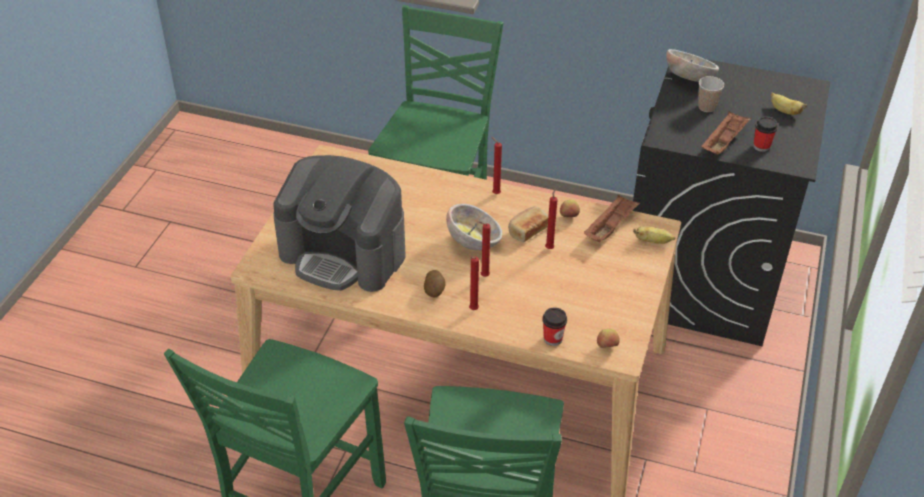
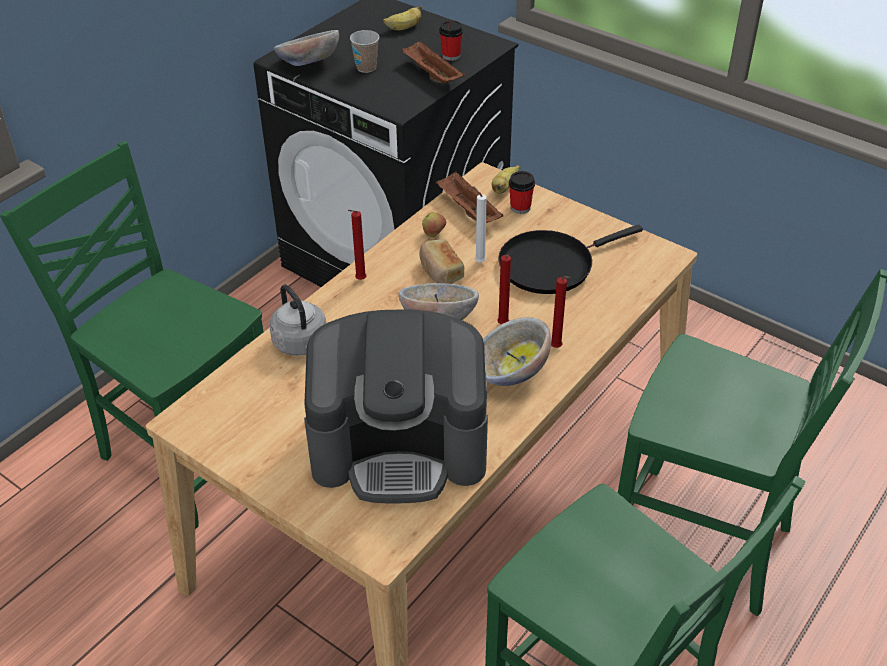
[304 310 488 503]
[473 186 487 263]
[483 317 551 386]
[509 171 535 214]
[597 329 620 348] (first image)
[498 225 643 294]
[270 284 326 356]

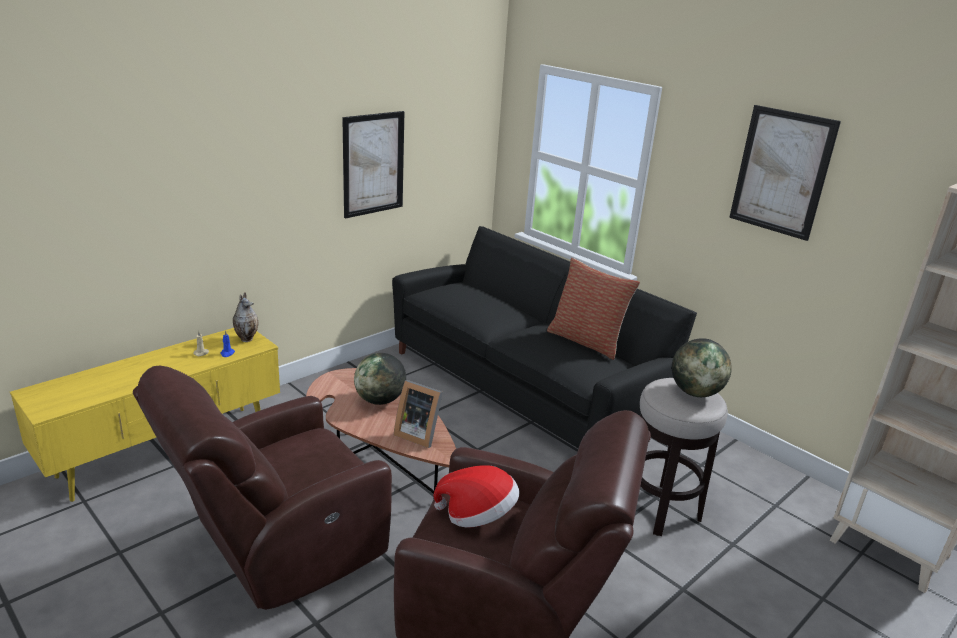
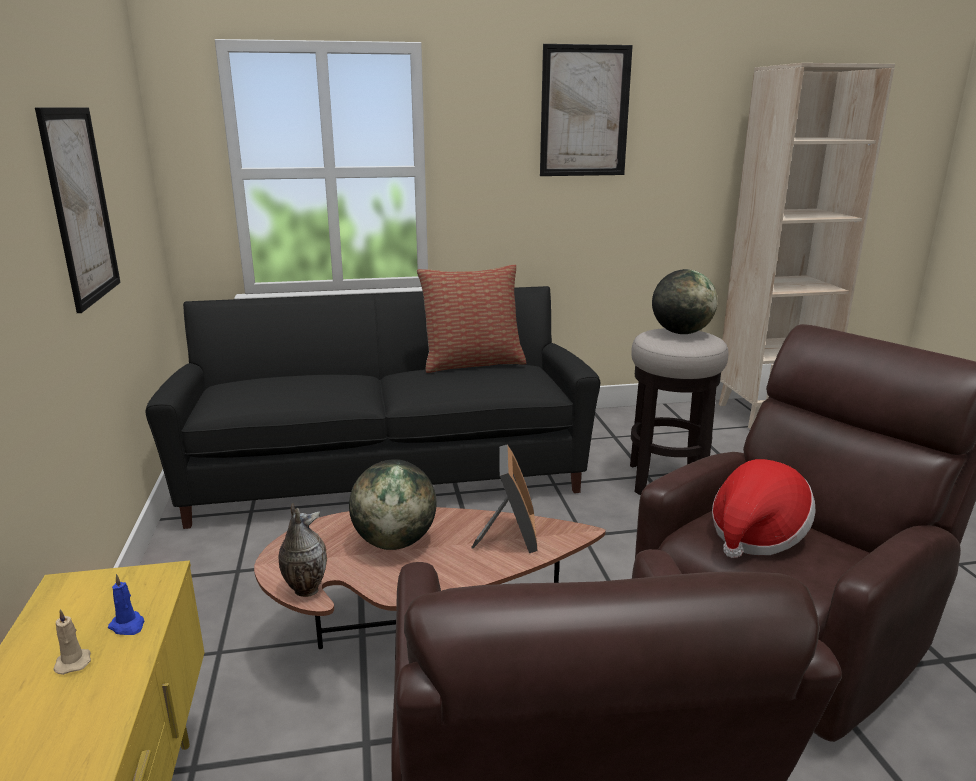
[279 503 327 597]
[471 444 538 553]

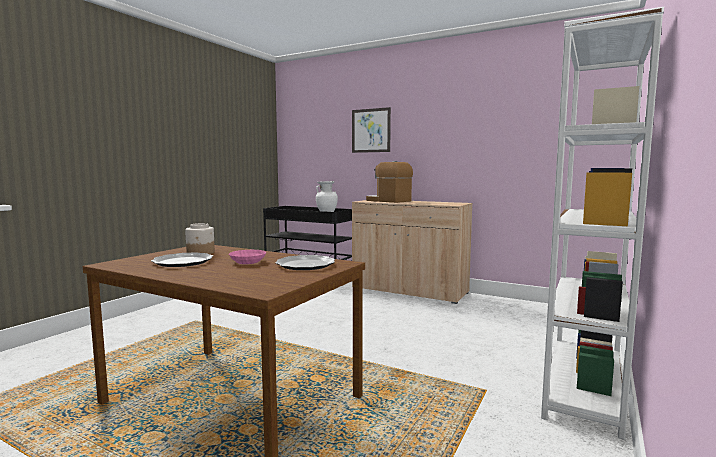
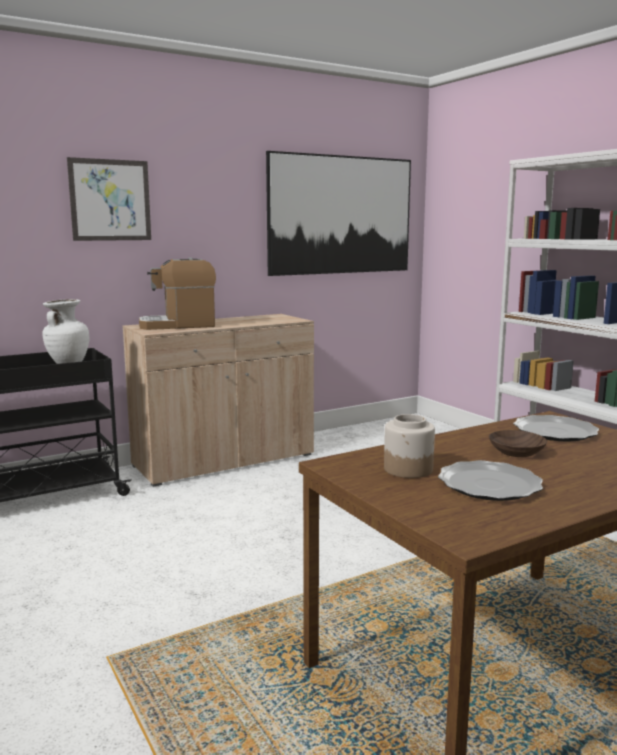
[489 430 547 457]
[266 151 411 276]

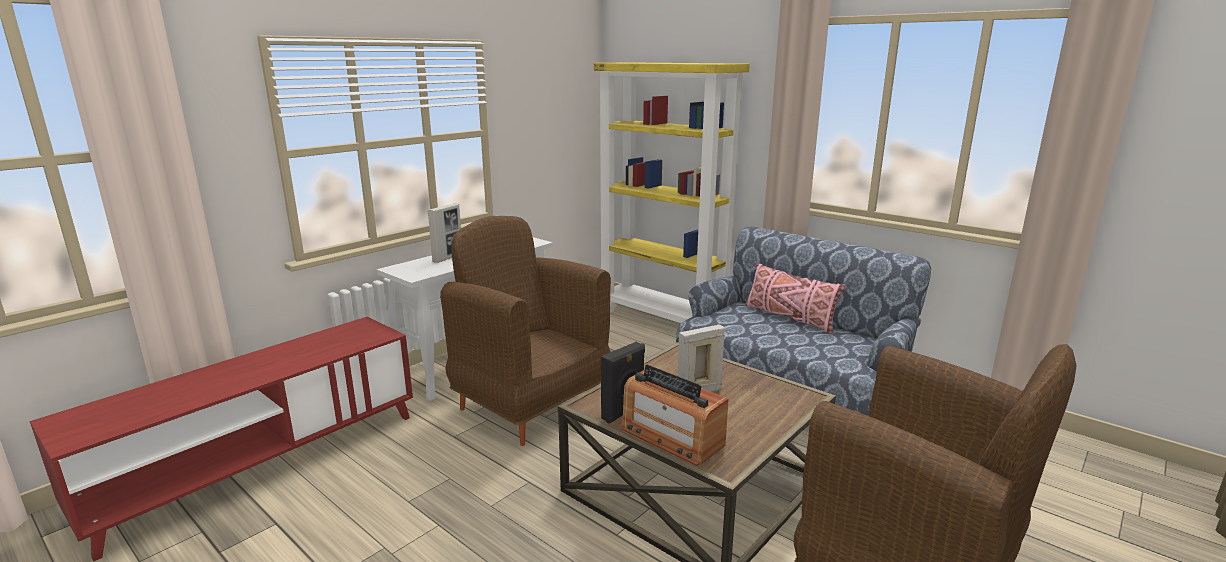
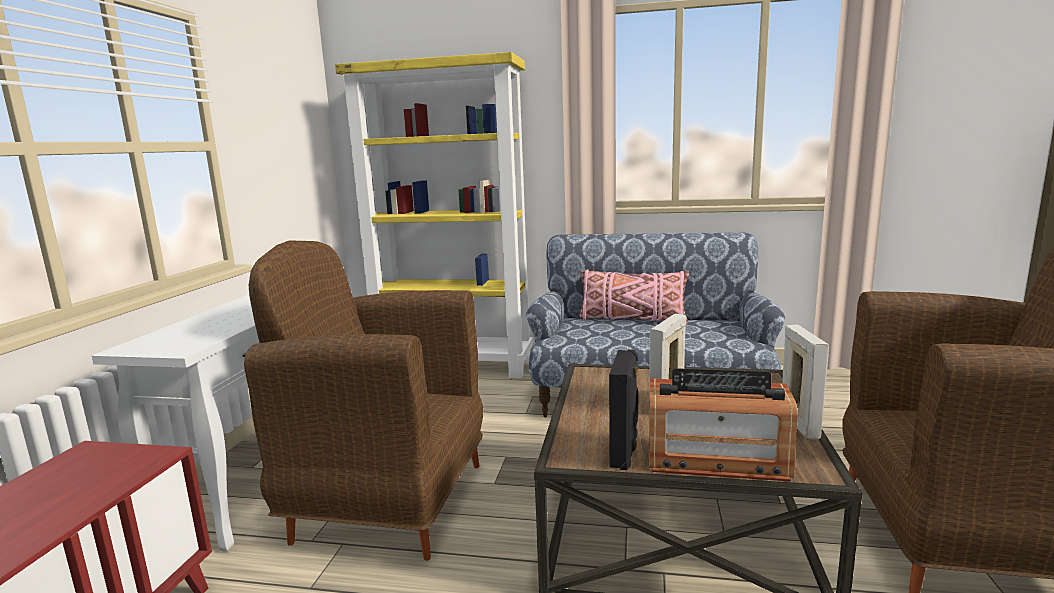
[782 325 829 440]

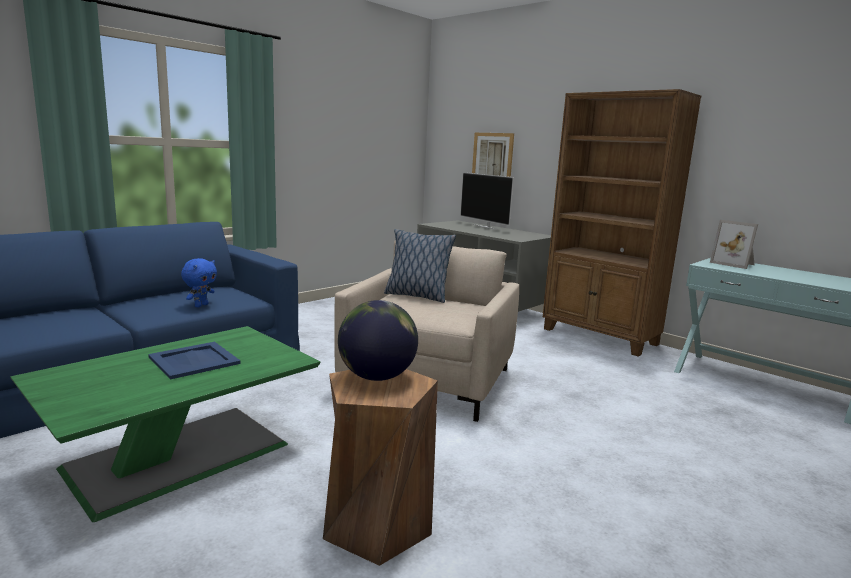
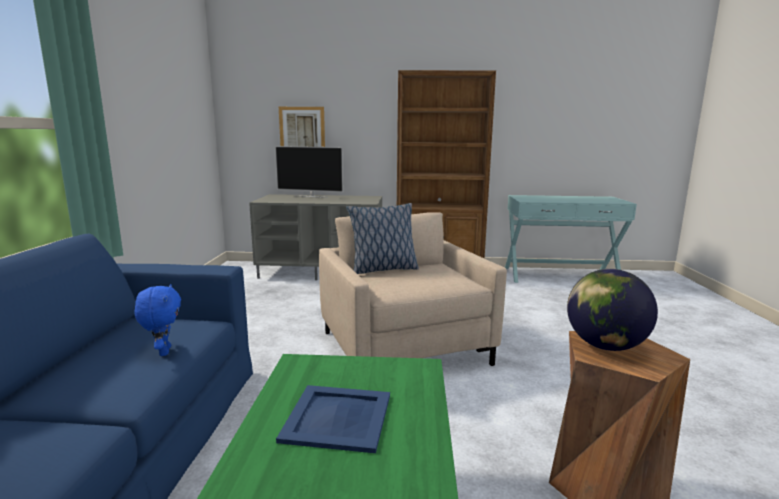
[710 220 758 269] (first image)

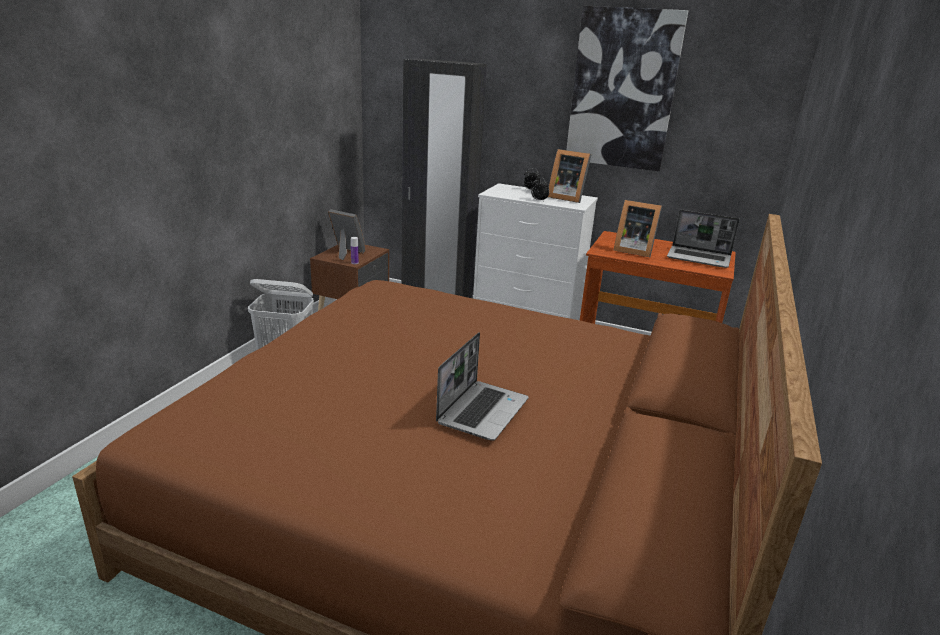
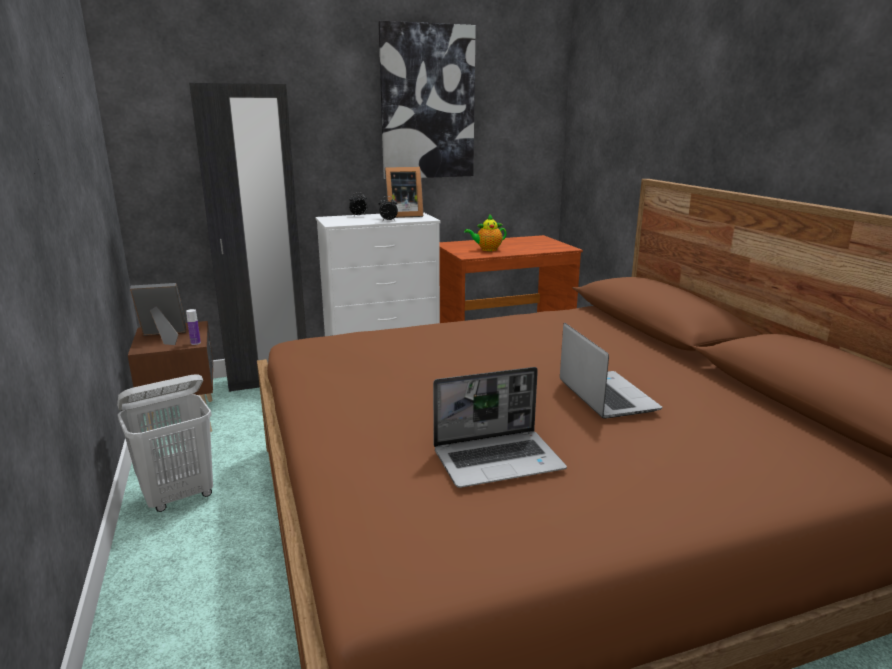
[464 214 507 251]
[433 367 567 488]

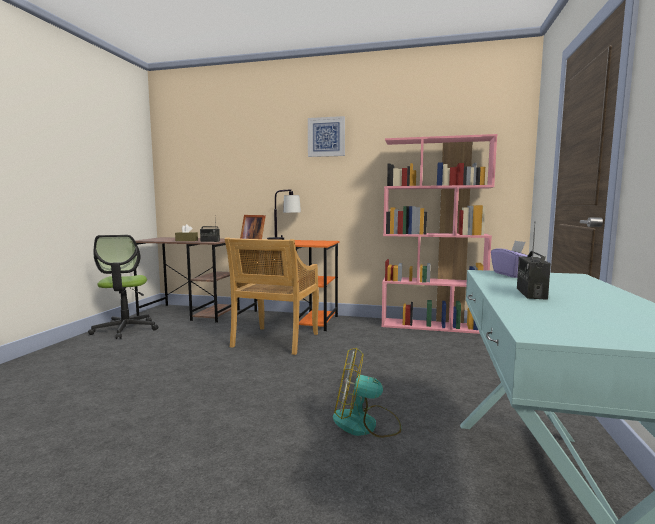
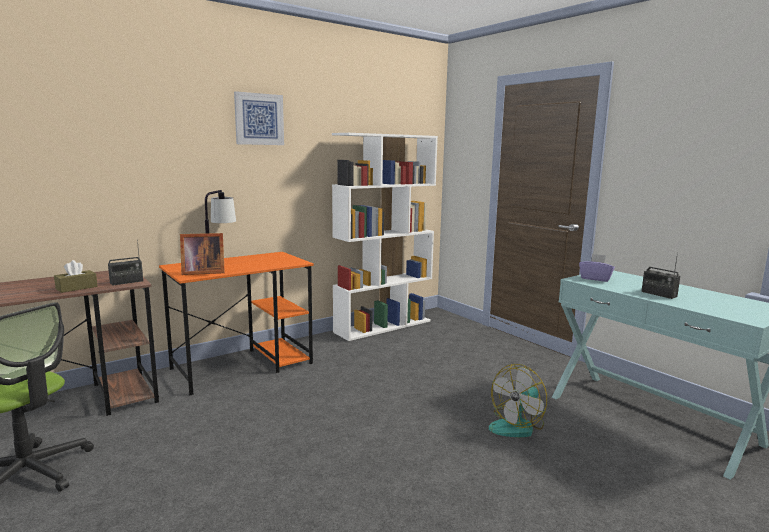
[332 133 438 341]
[225 238 319 355] (first image)

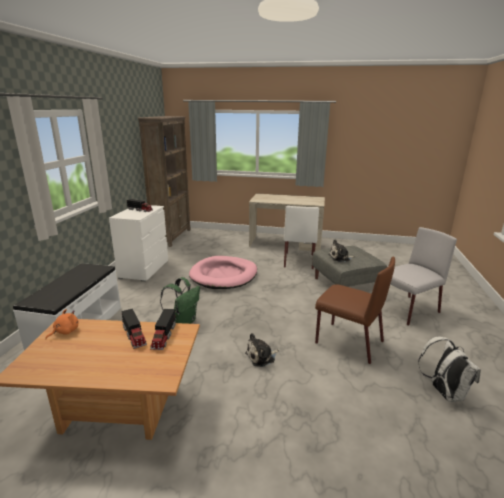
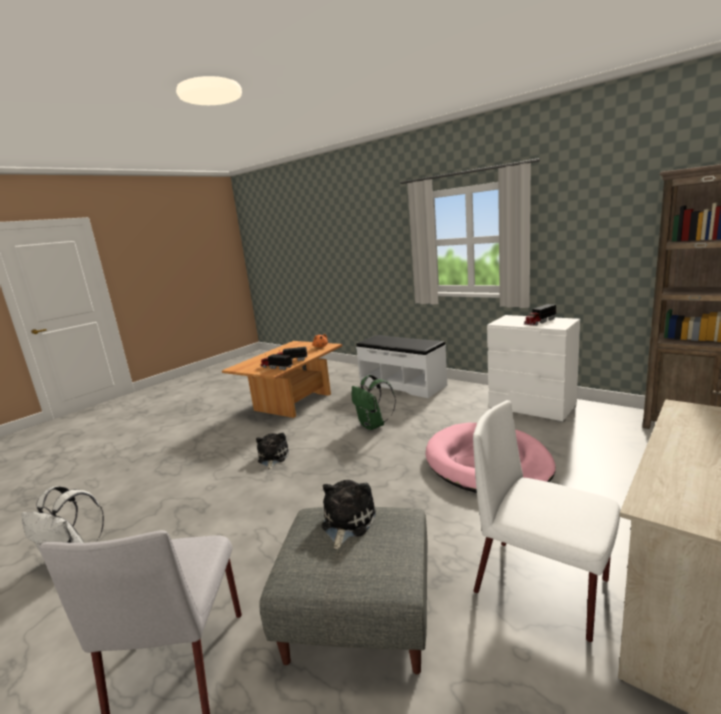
[315 257 395 364] (first image)

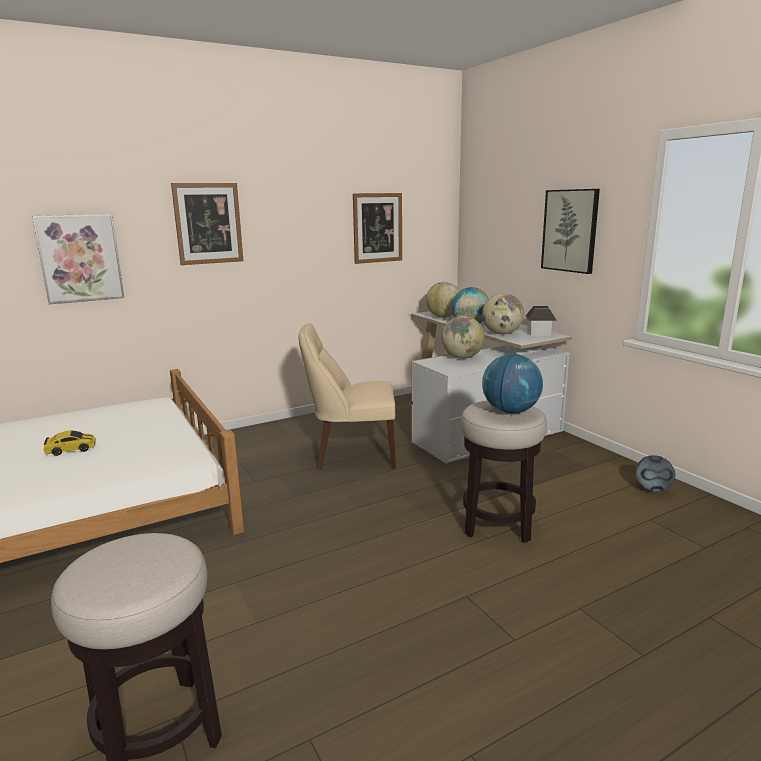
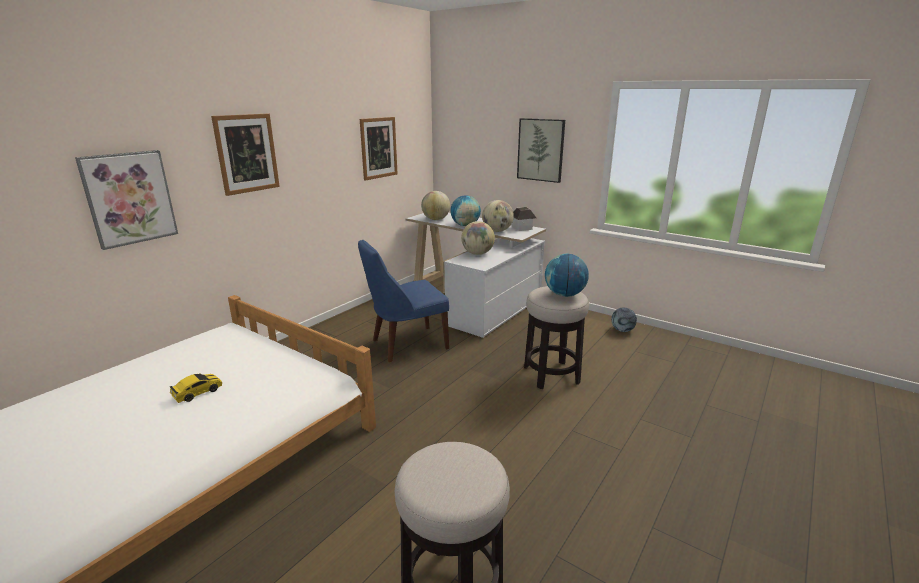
[358 240 449 362]

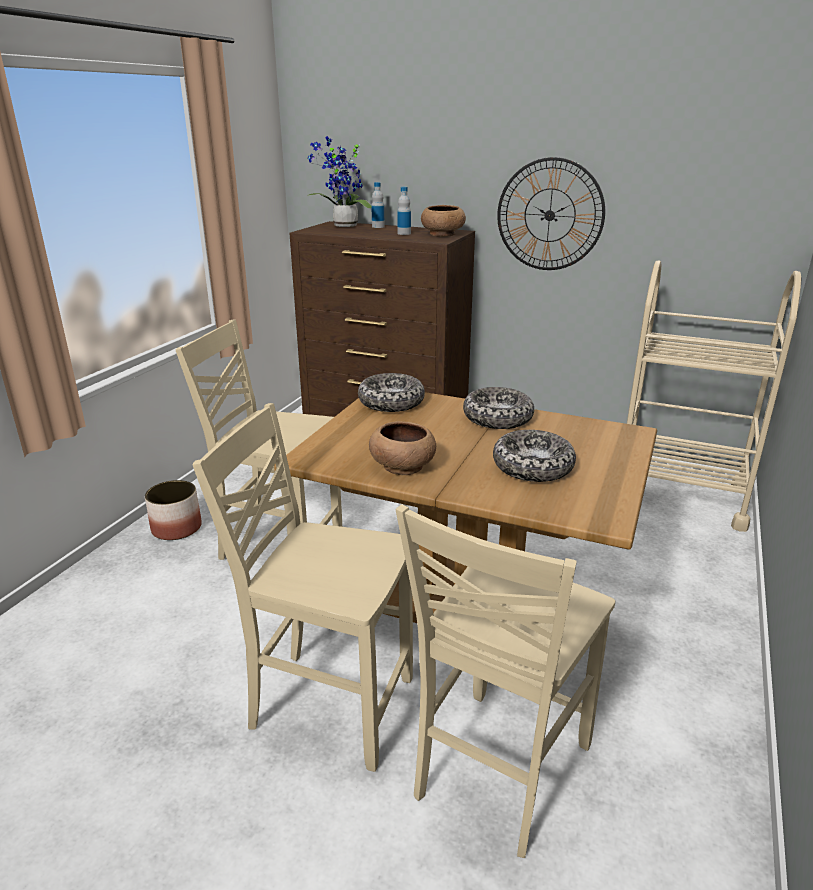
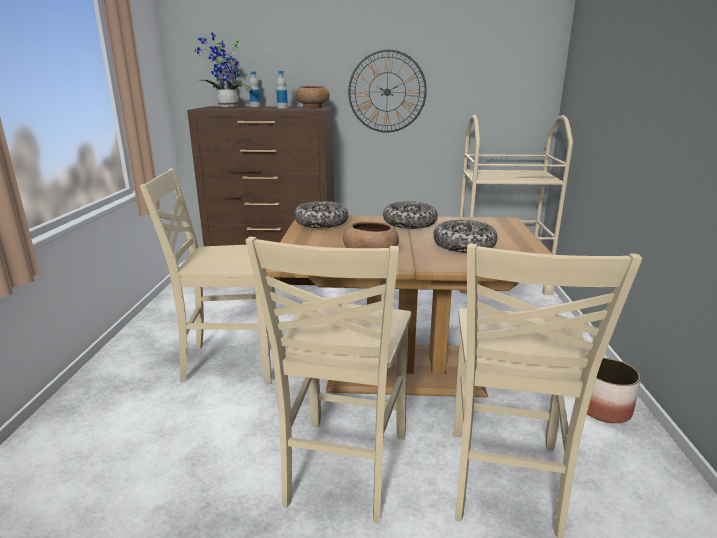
[245 237 411 523]
[587 357 641 423]

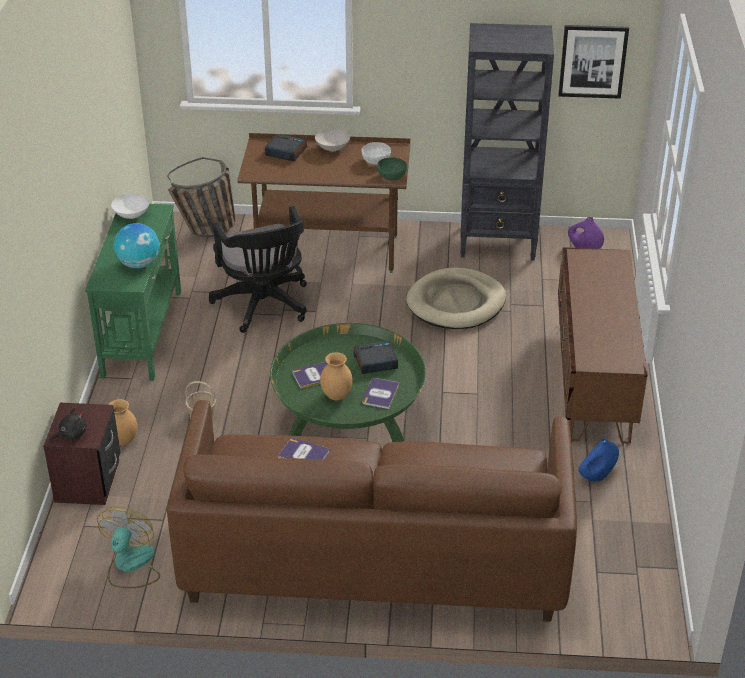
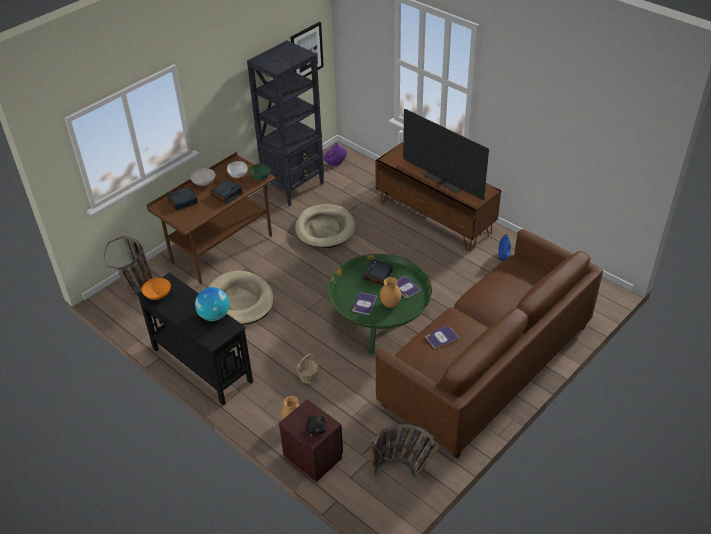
[142 278 171 300]
[137 273 253 406]
[208 270 274 325]
[371 424 439 477]
[403 109 489 200]
[210 179 243 204]

